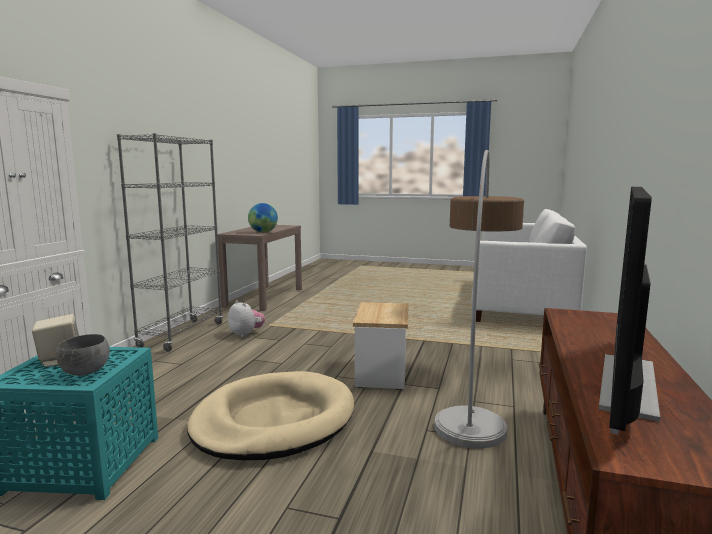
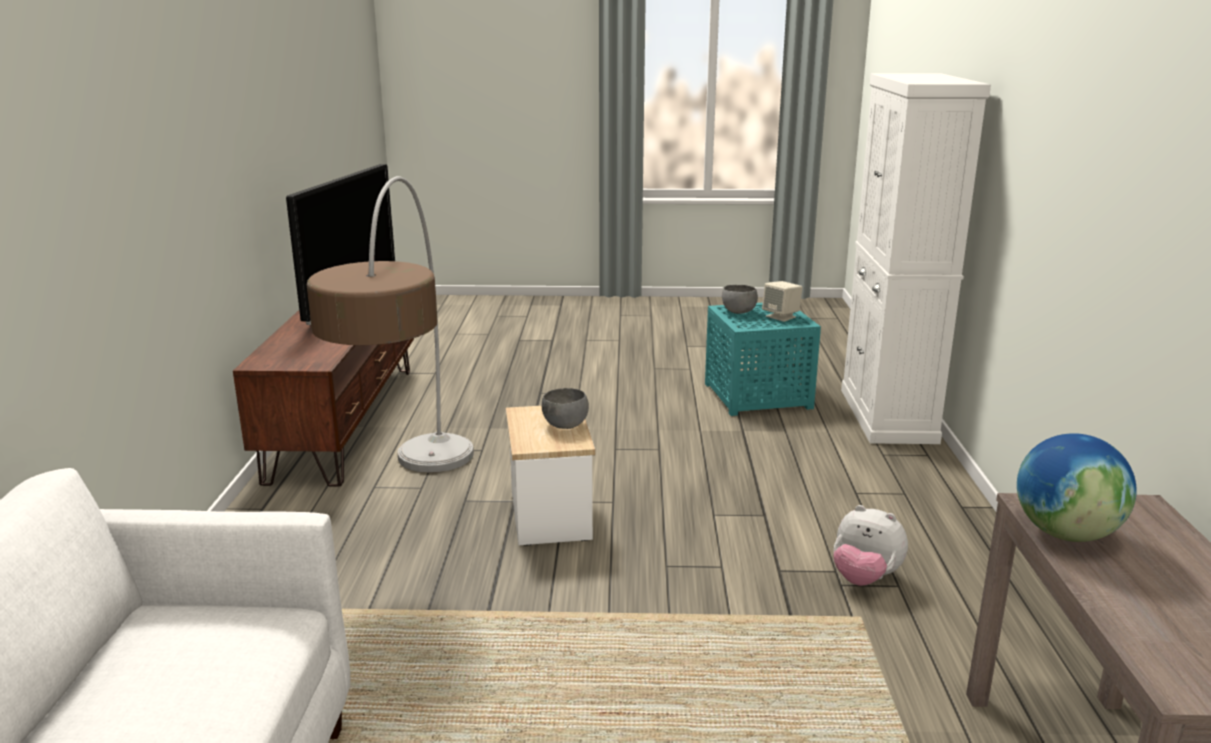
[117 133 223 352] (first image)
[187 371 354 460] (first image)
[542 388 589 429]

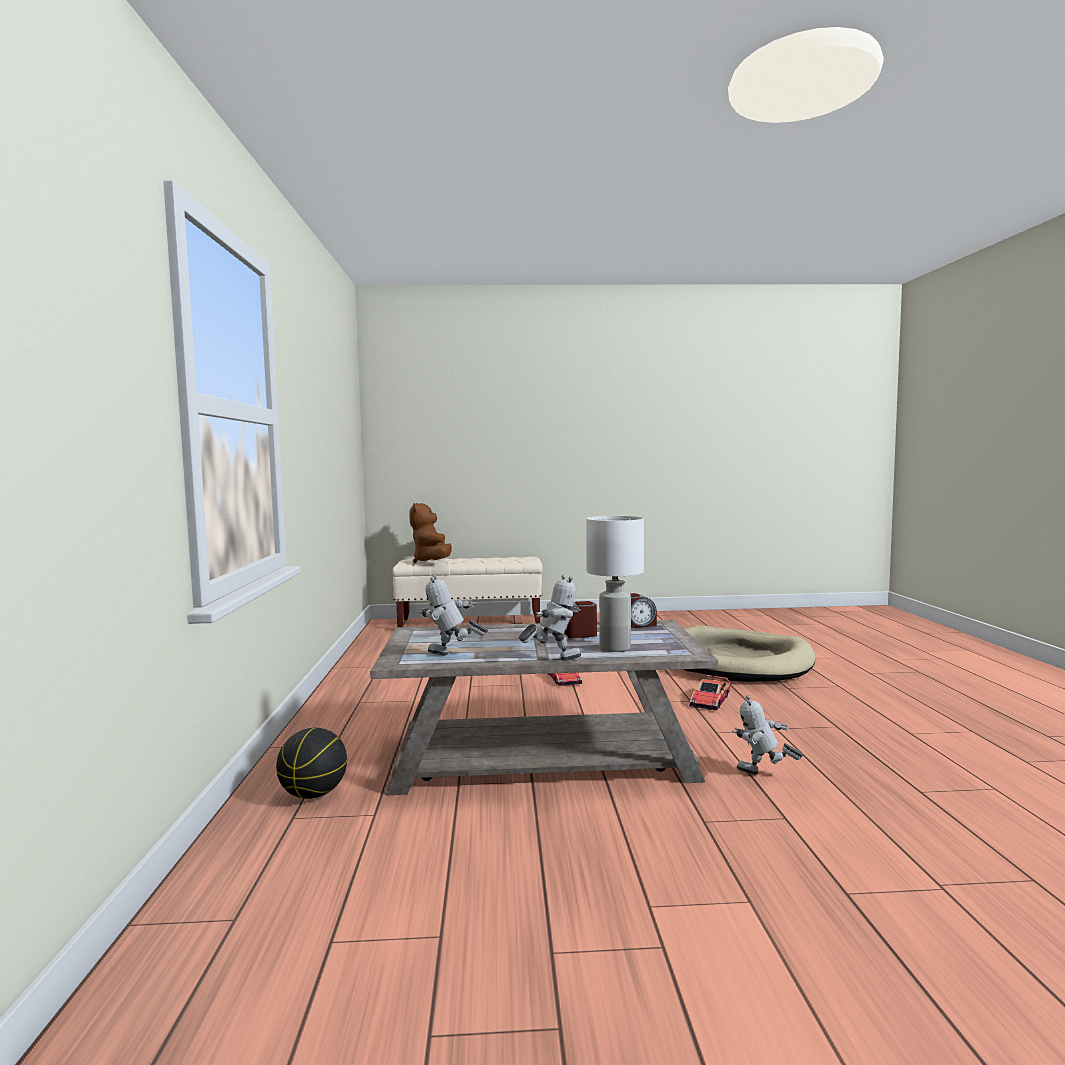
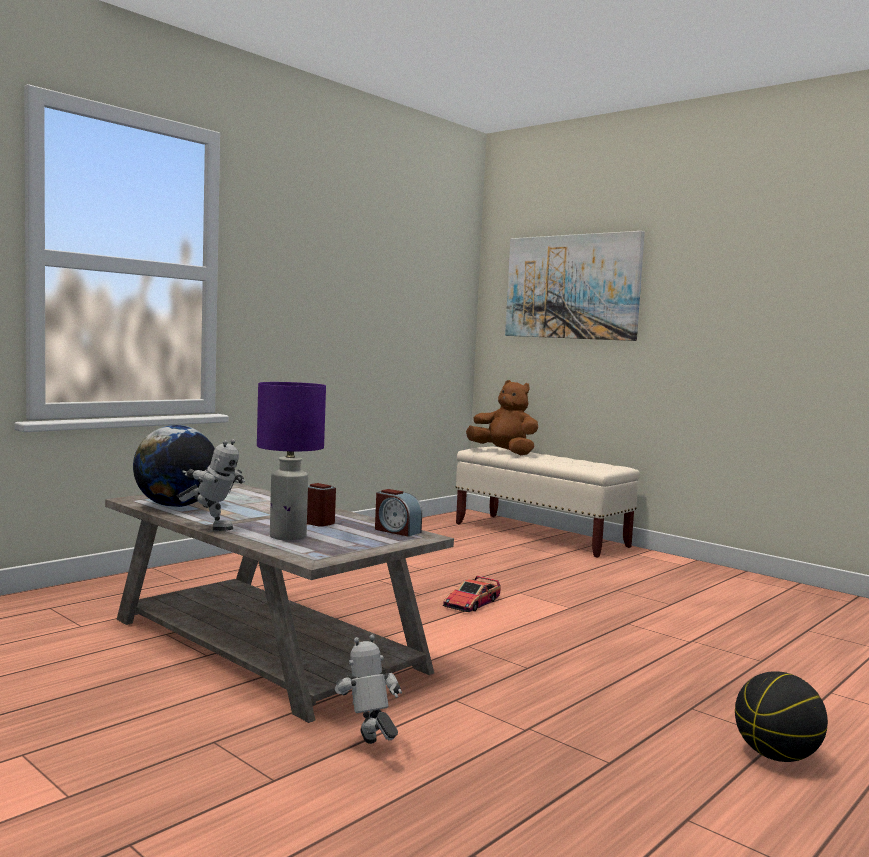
[466 380 538 455]
[257 382 326 540]
[133 425 215 507]
[684 626 816 682] (first image)
[689 675 730 710] (first image)
[735 671 828 762]
[505 231 645 341]

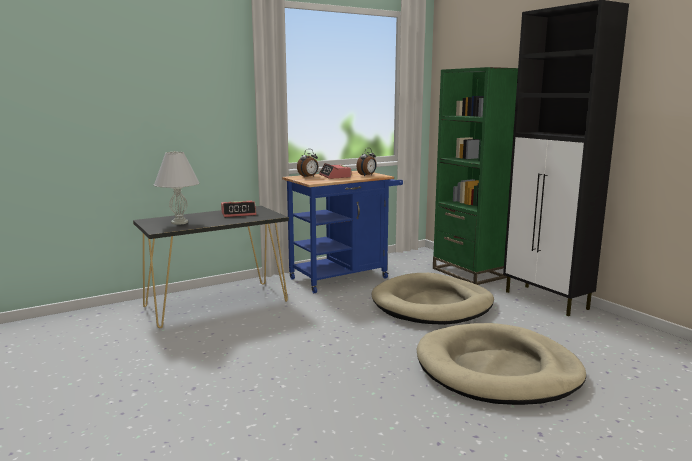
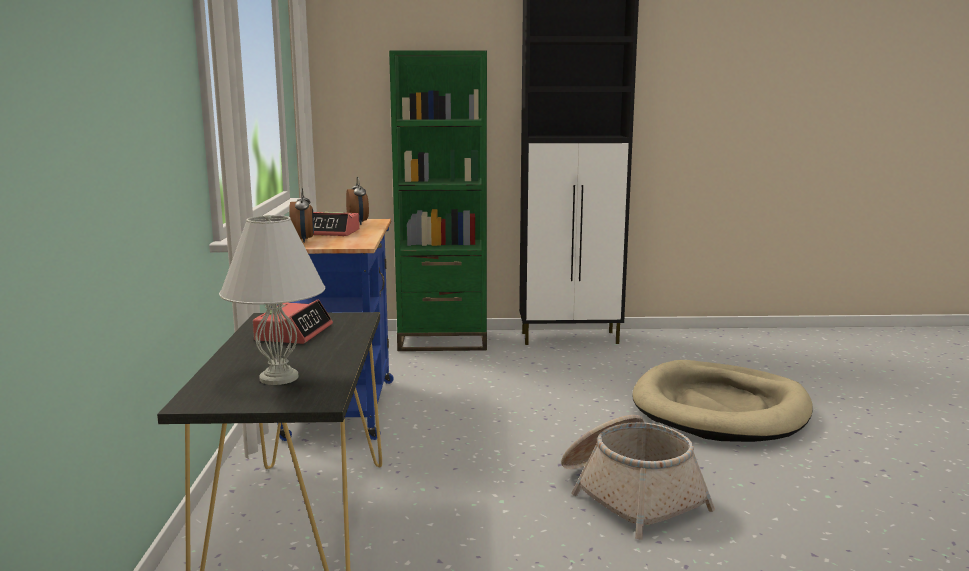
[371 273 494 325] (first image)
[561 415 715 539]

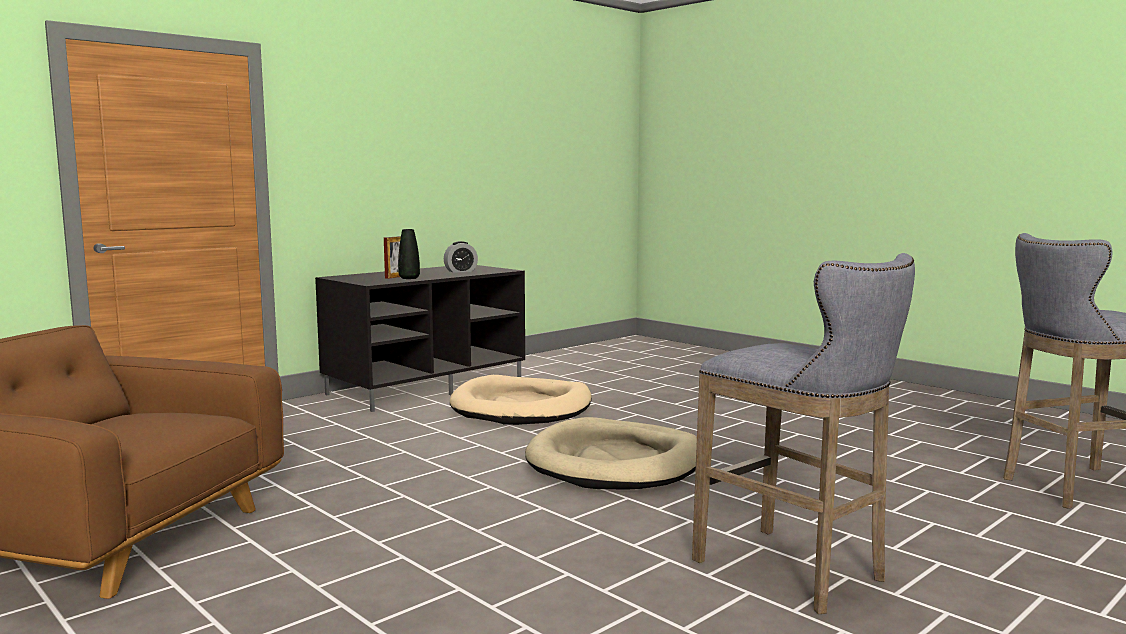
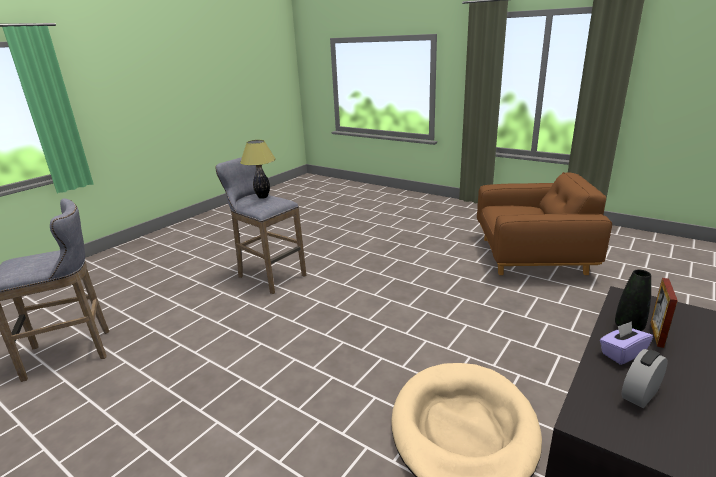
[525 417 697 490] (first image)
[240 140 276 199]
[600 321 653 365]

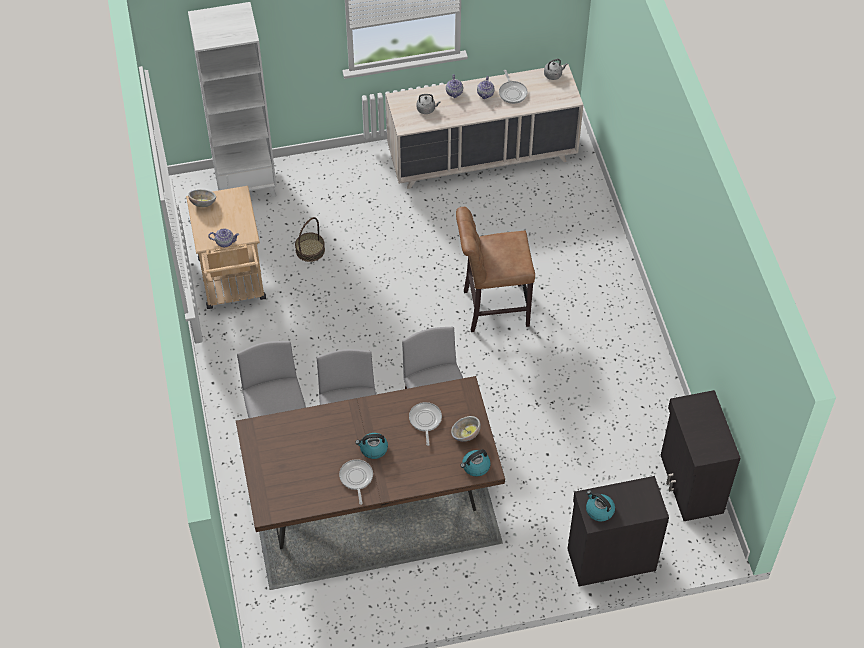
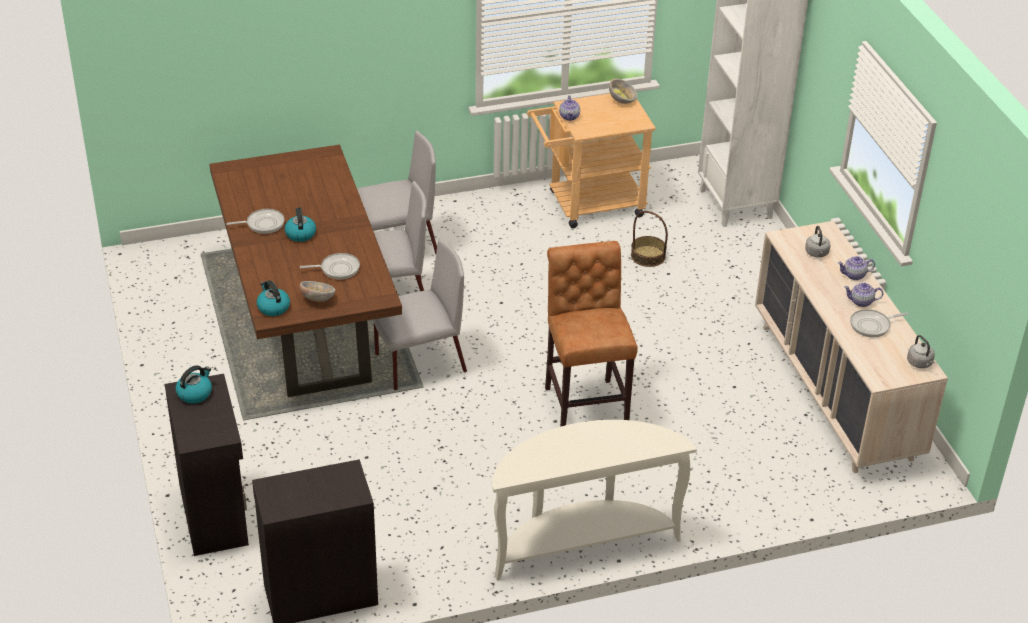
[492 420 697 580]

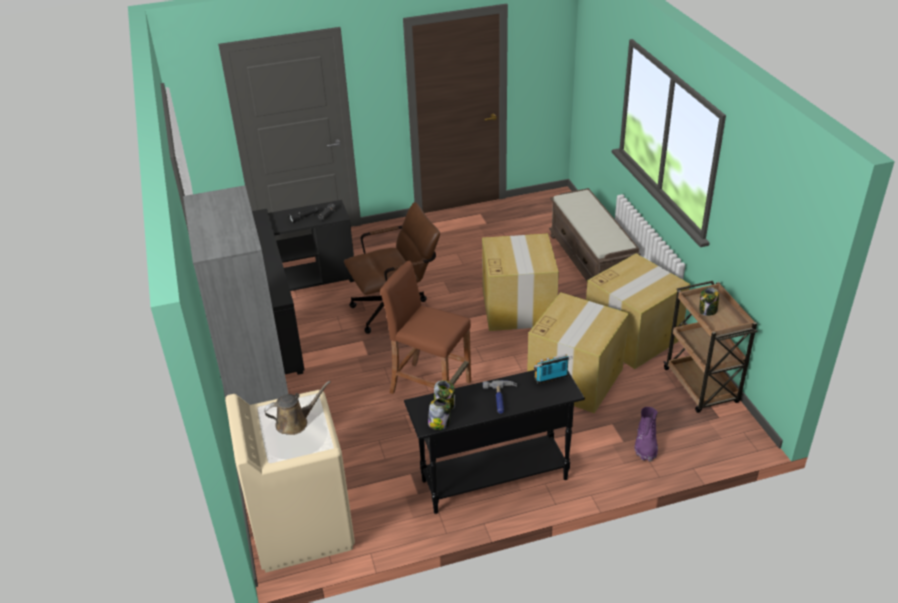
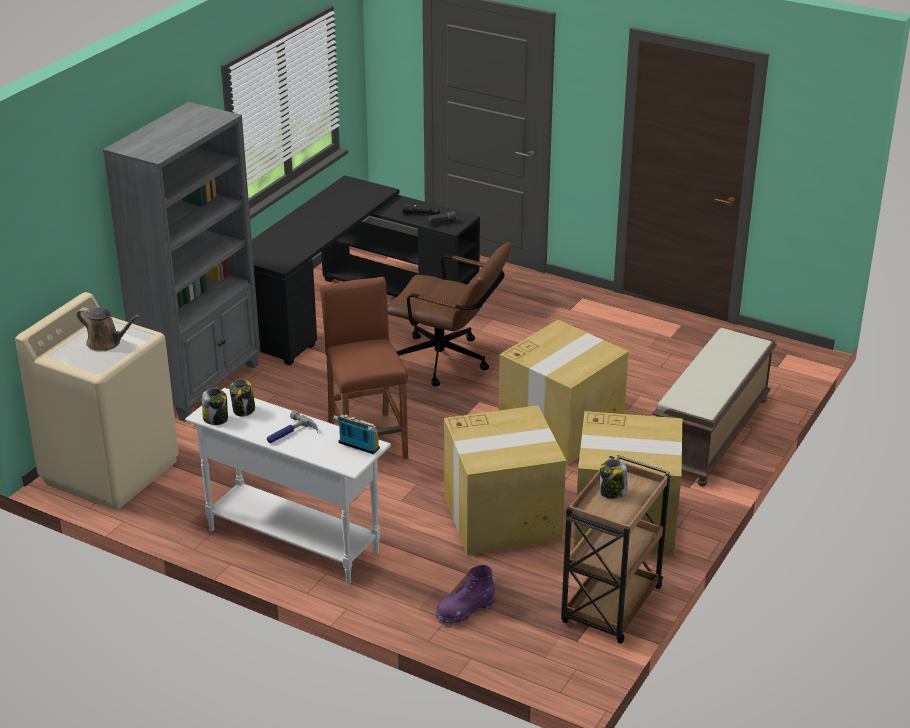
[185 388 391 584]

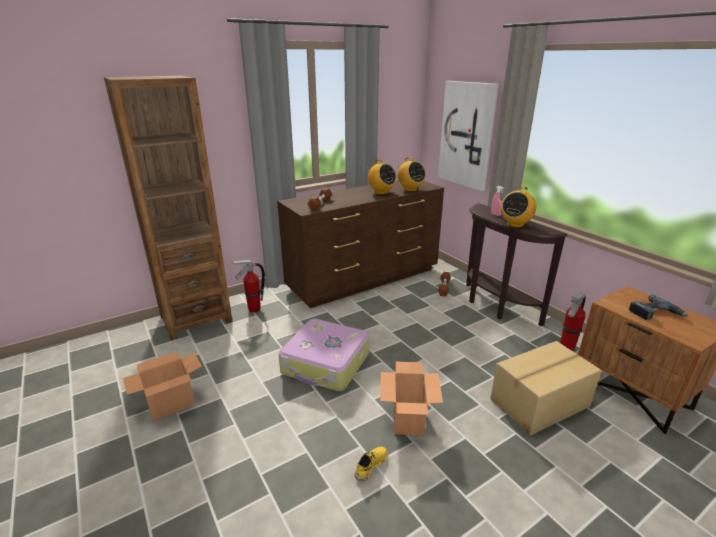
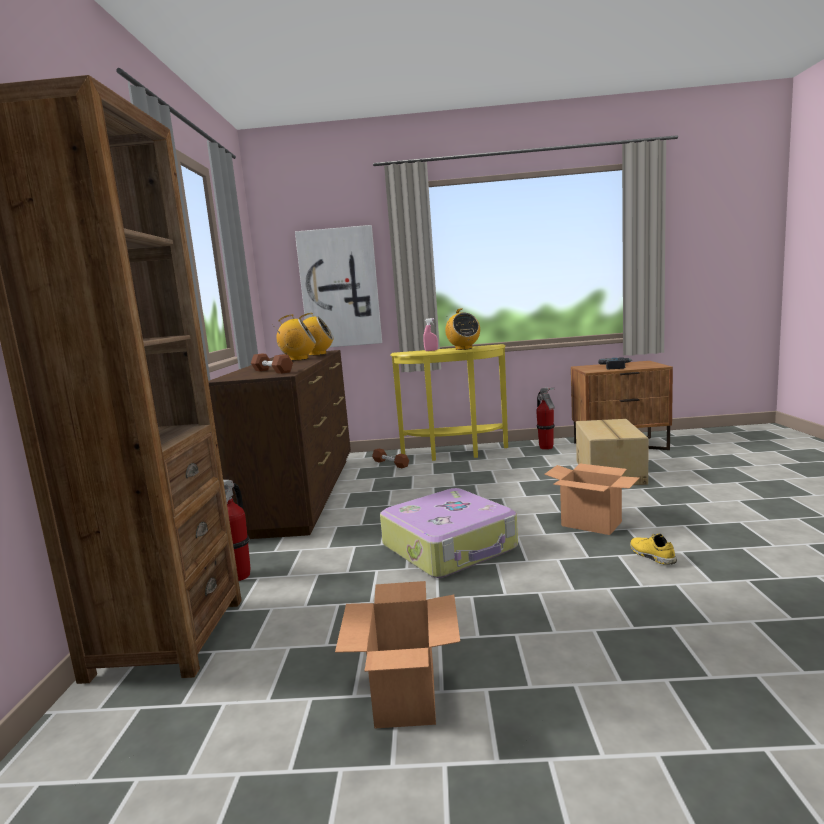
[391 344 508 461]

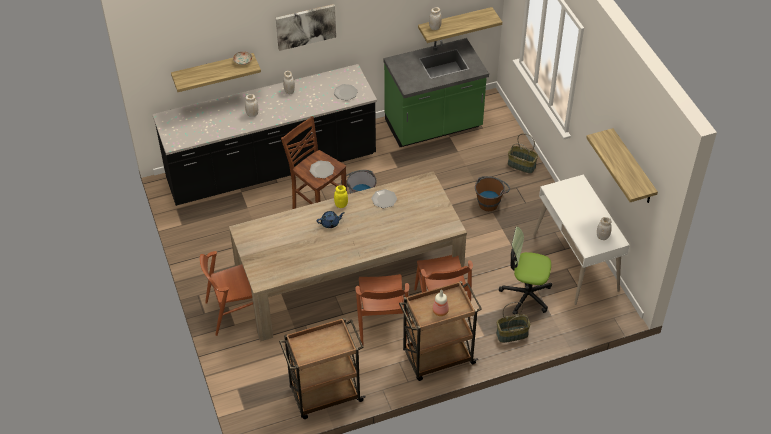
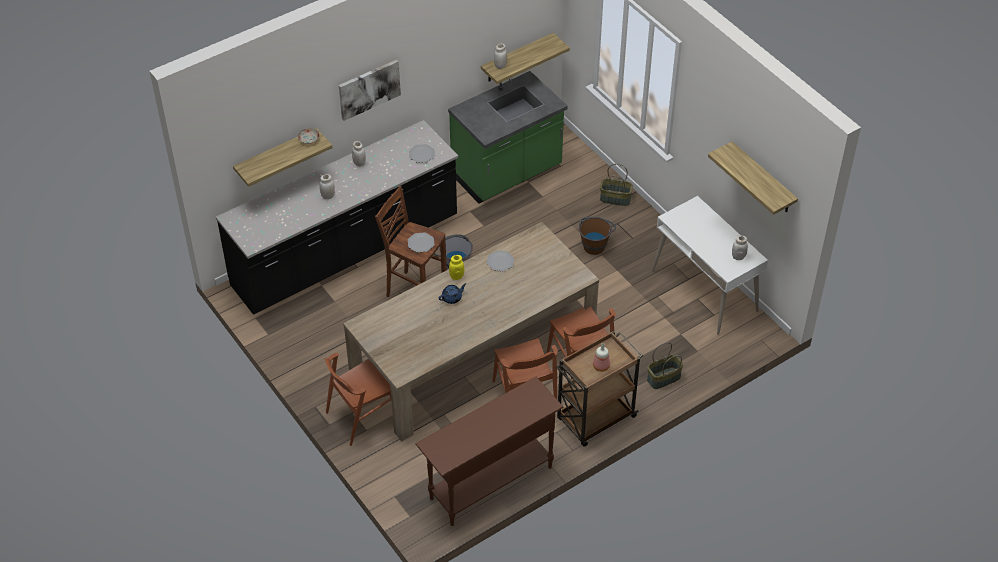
[499 227 552 314] (first image)
[415 377 564 526]

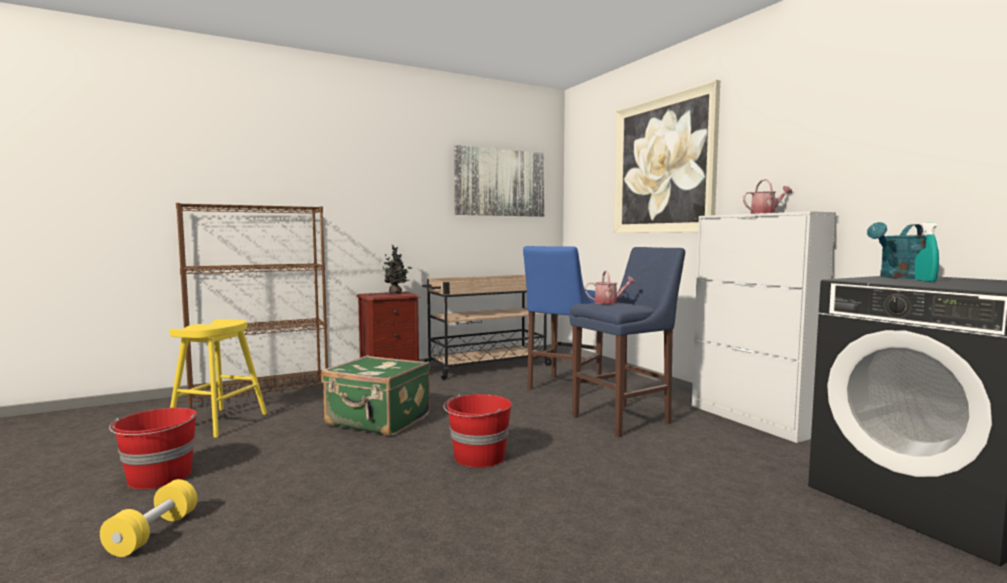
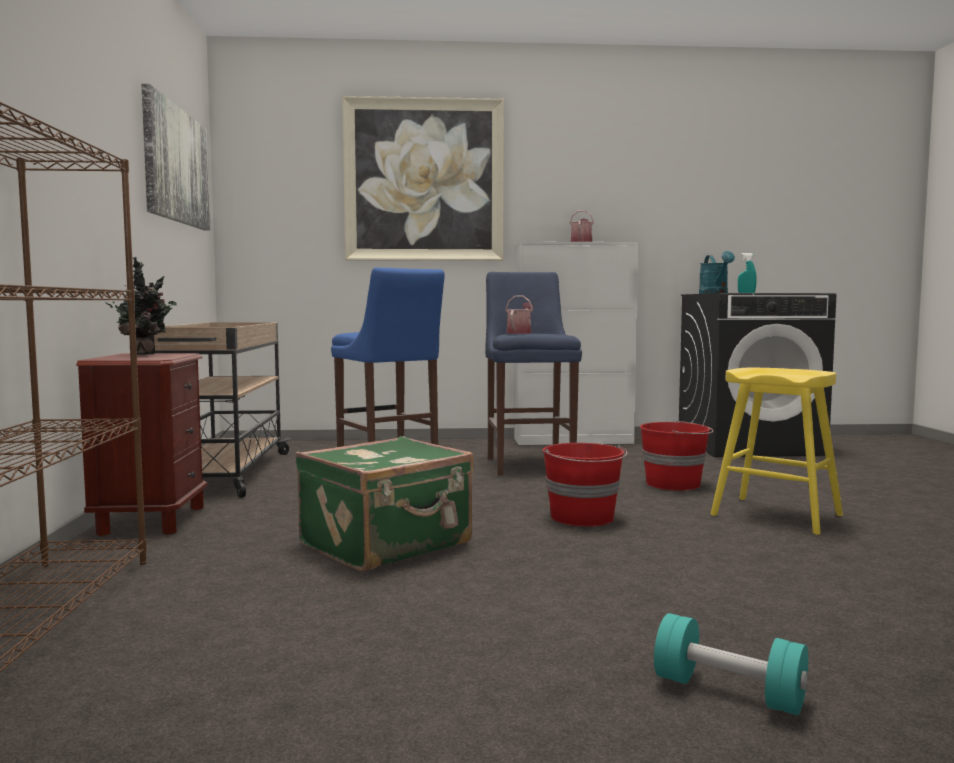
[711 368 843 535]
[640 420 713 491]
[654 613 808 716]

